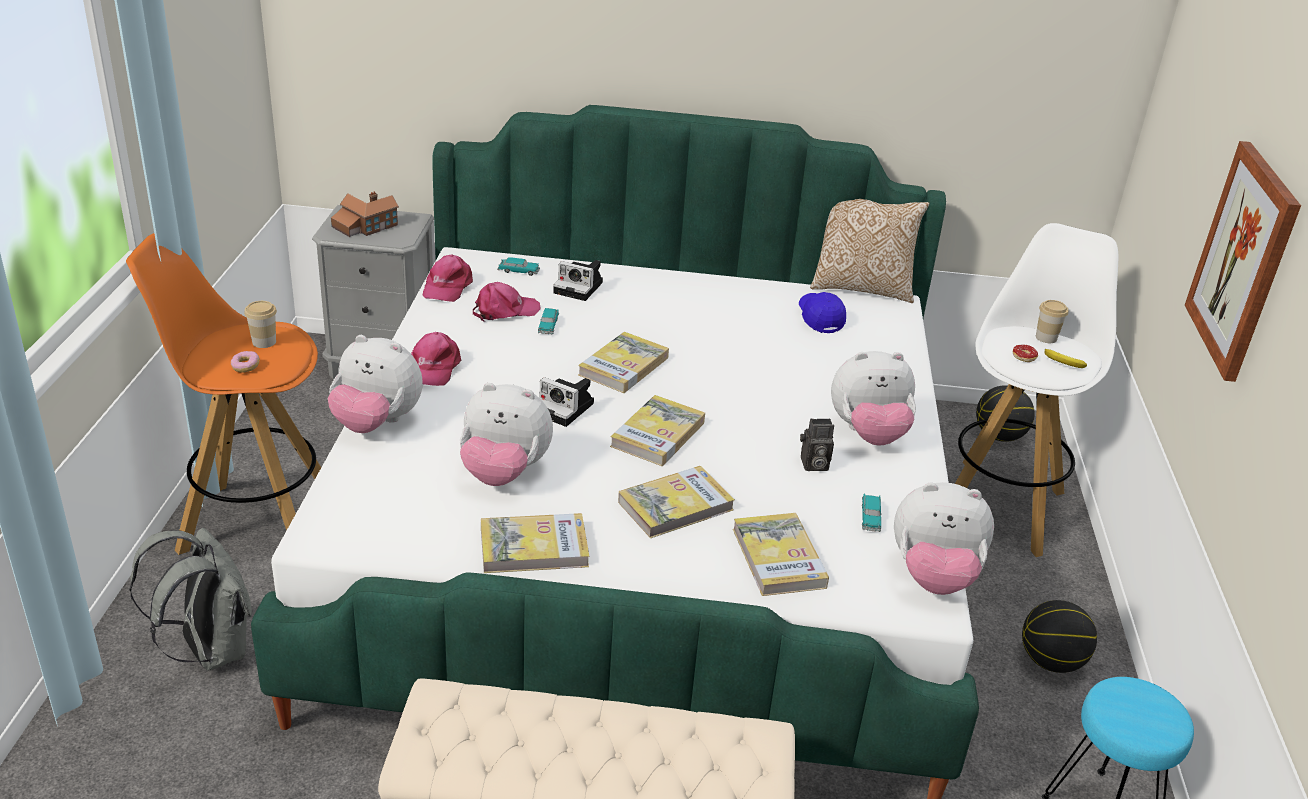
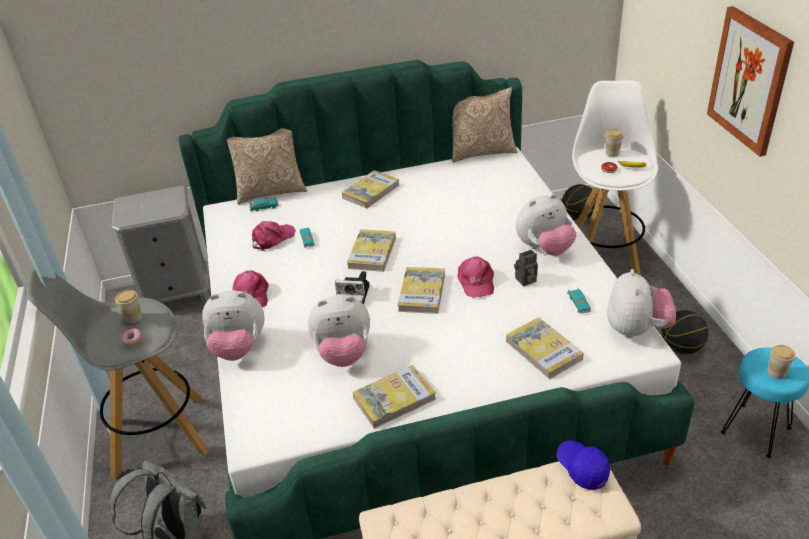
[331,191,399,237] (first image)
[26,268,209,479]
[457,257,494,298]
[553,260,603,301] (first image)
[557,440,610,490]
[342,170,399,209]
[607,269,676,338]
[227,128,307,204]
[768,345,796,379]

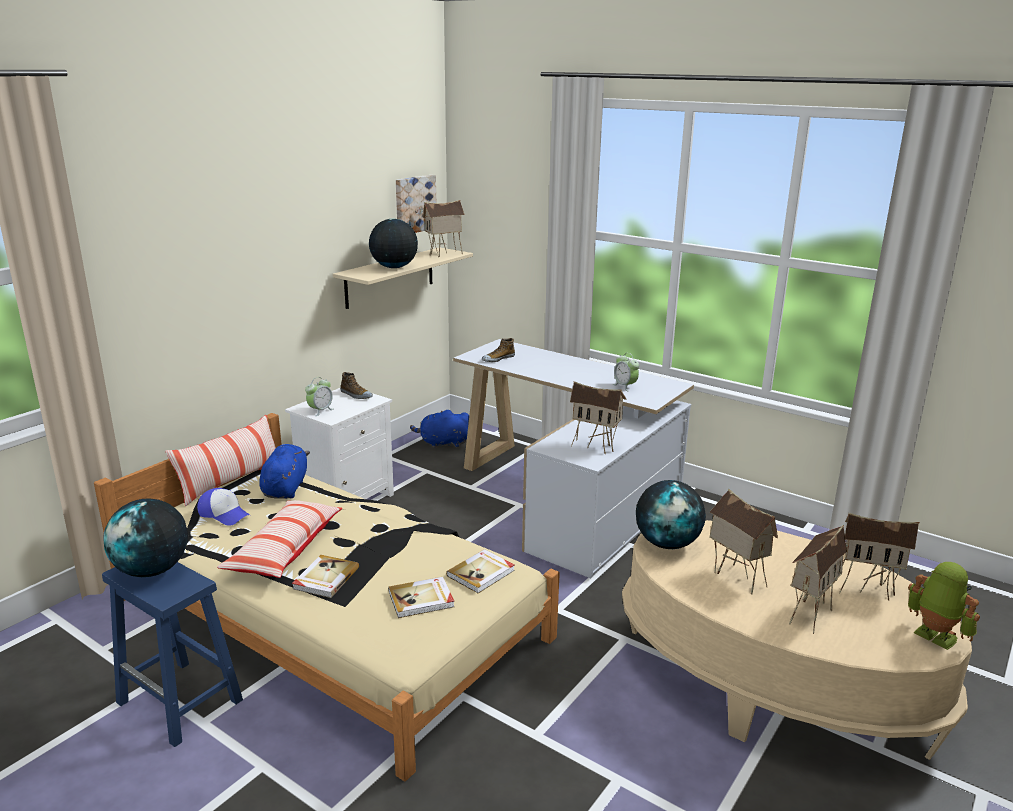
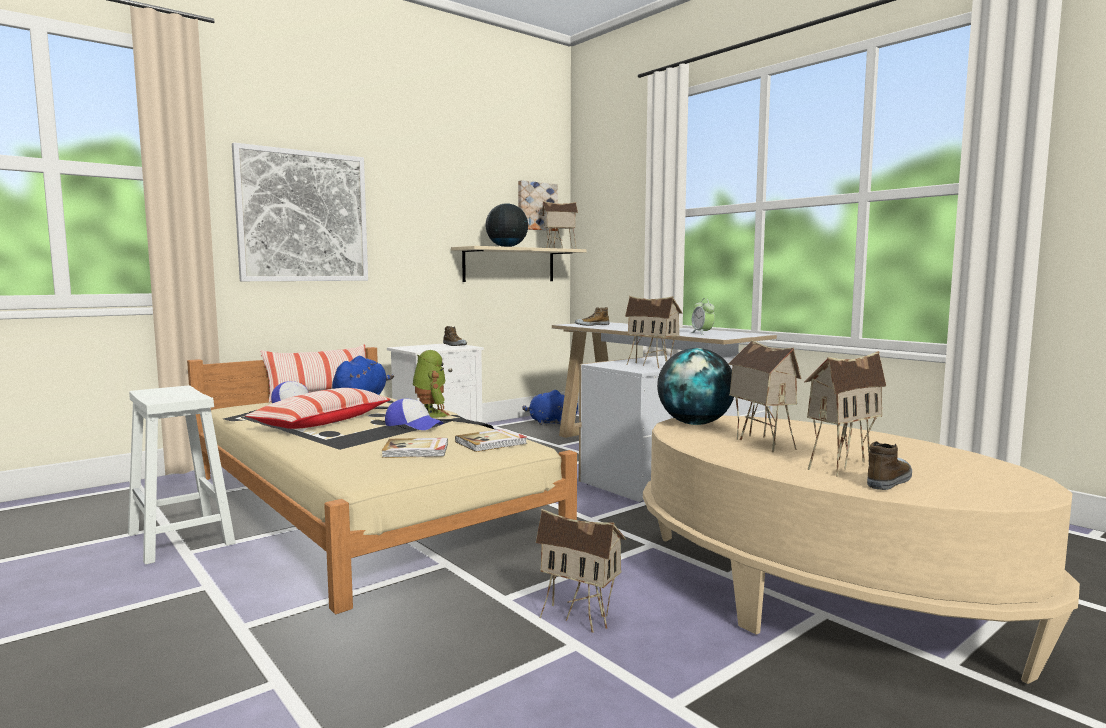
[305,377,333,416] (first image)
[103,498,188,577] (first image)
[536,509,626,633]
[292,555,359,598] (first image)
[128,386,235,565]
[413,350,450,418]
[232,143,368,281]
[385,399,443,430]
[867,441,912,490]

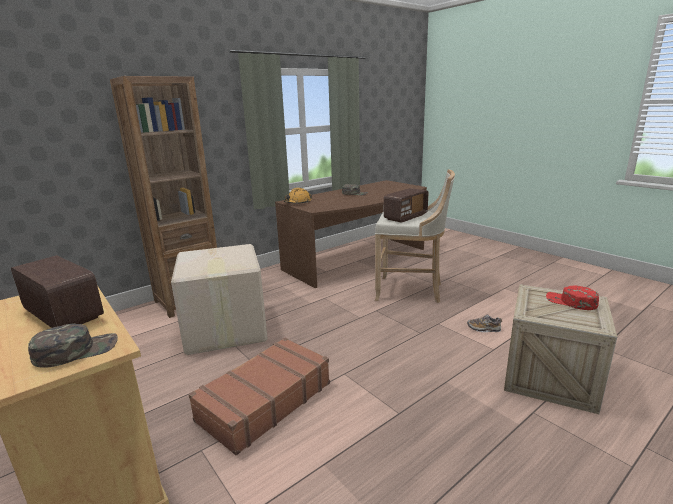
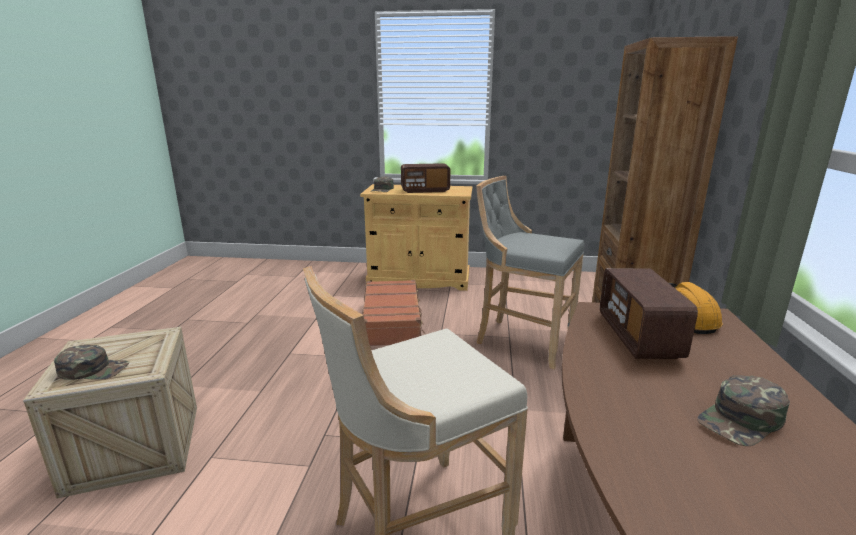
[600,268,698,359]
[476,176,584,369]
[54,345,129,380]
[467,314,502,332] (first image)

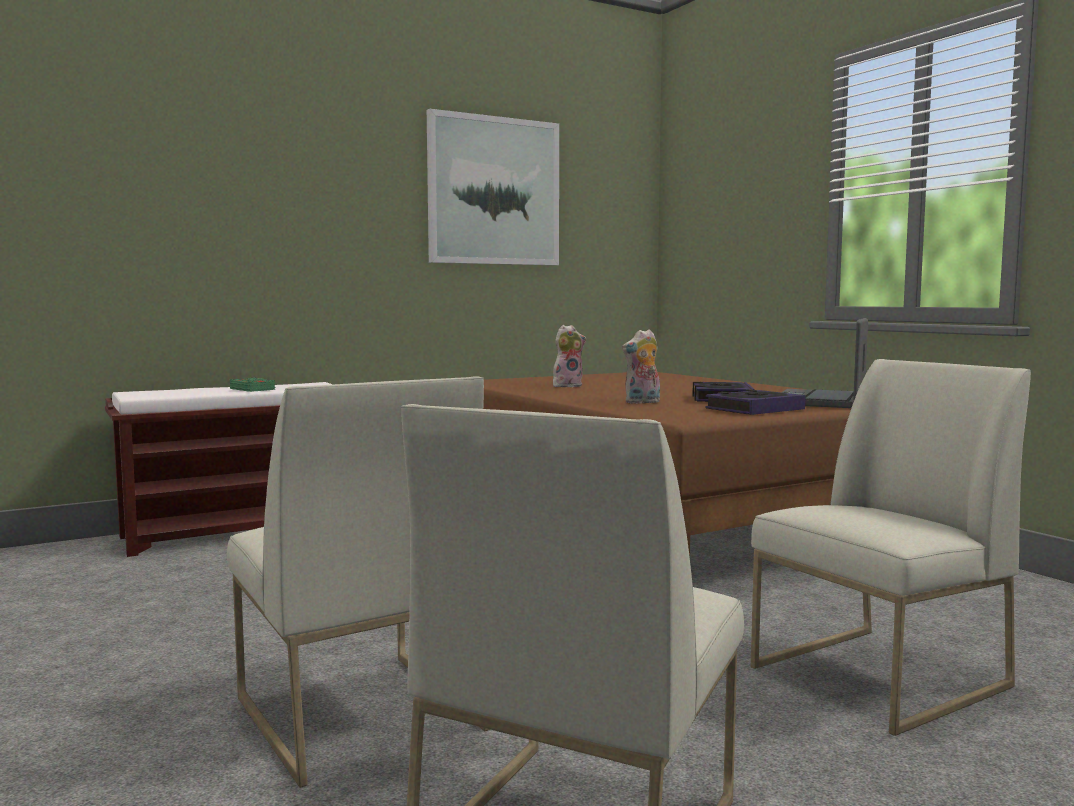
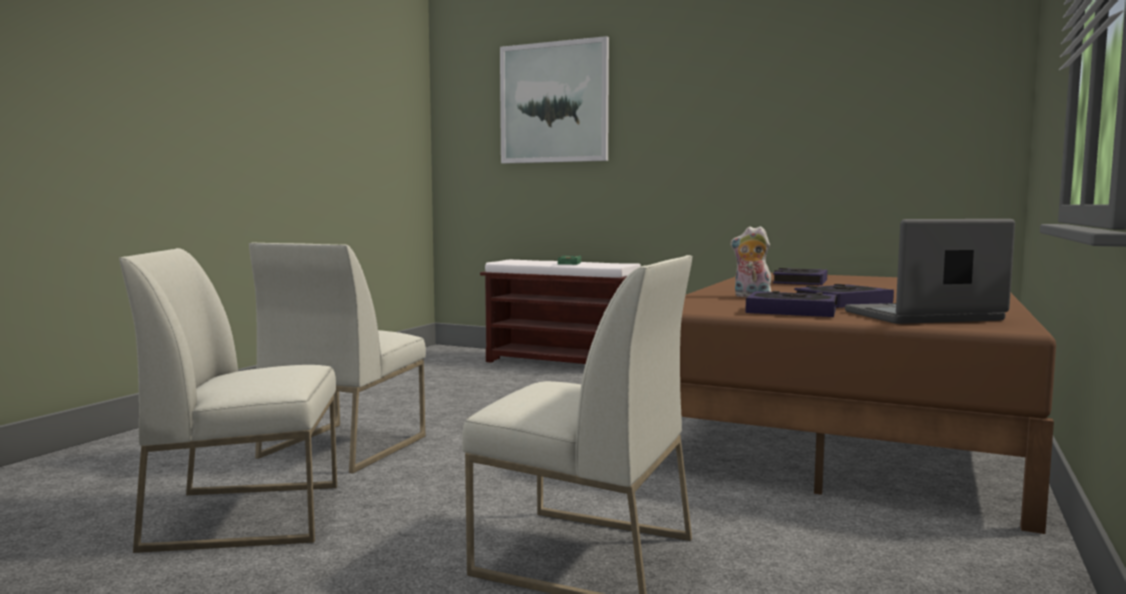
[500,36,609,164]
[773,268,828,285]

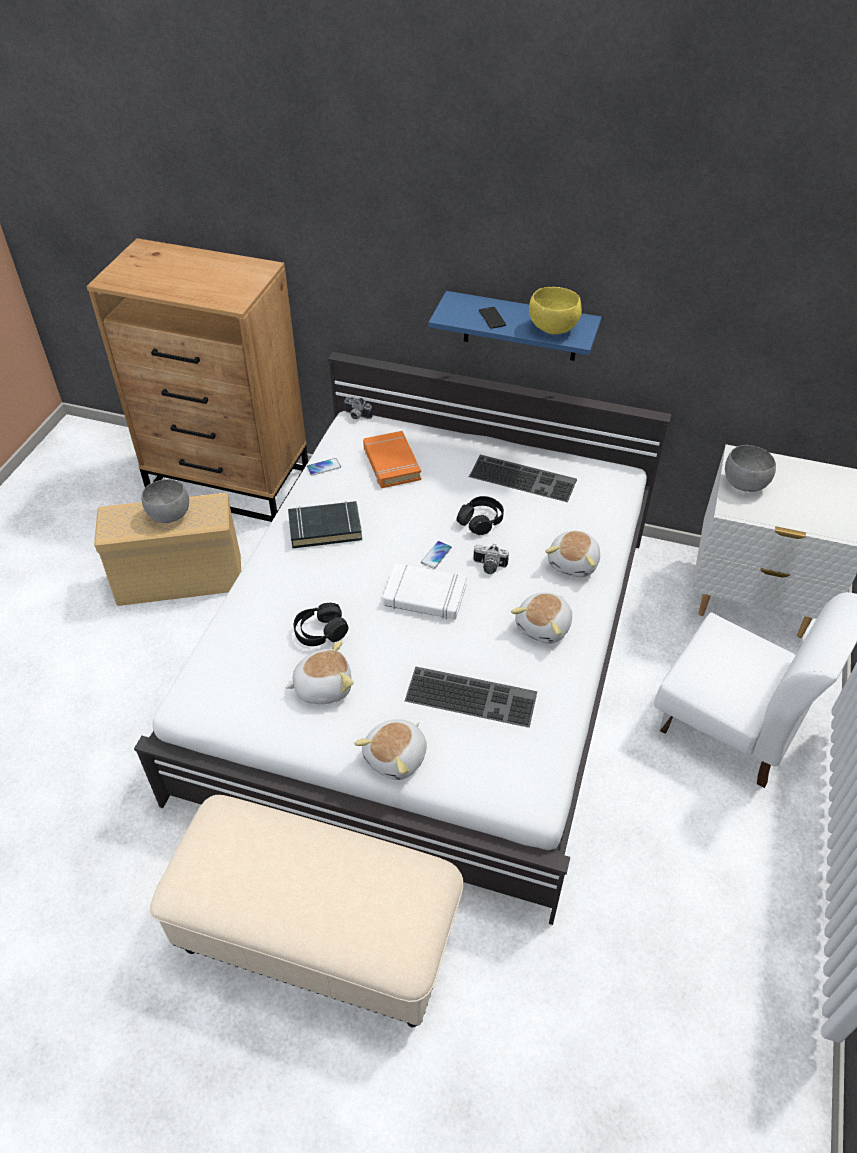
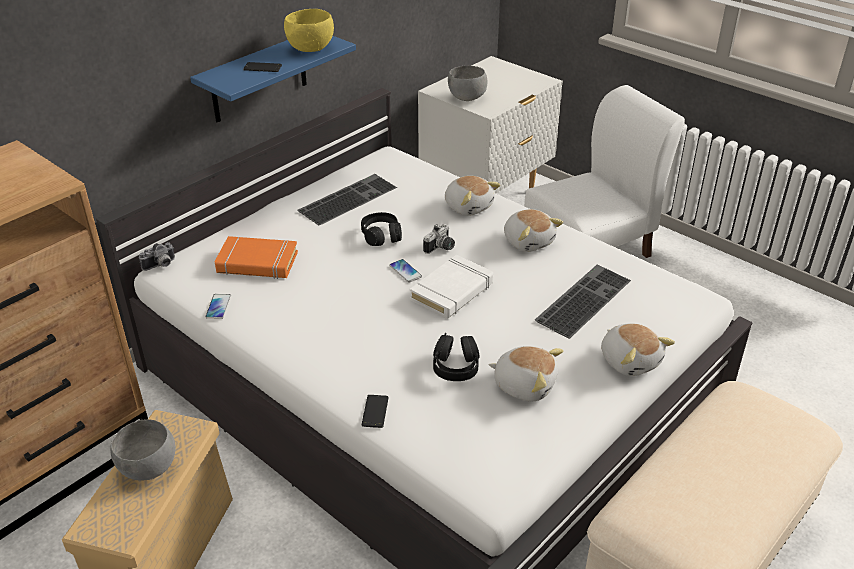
[288,501,362,549] (first image)
[489,346,563,401]
[362,395,389,428]

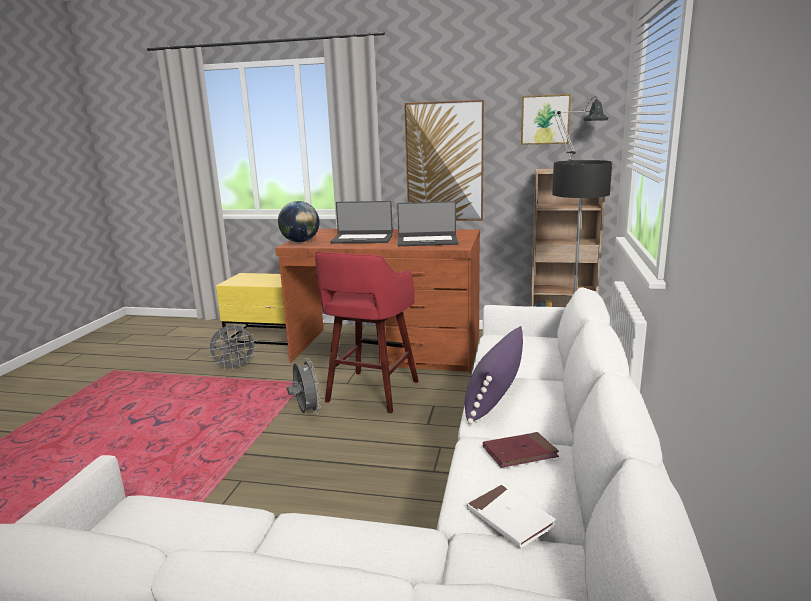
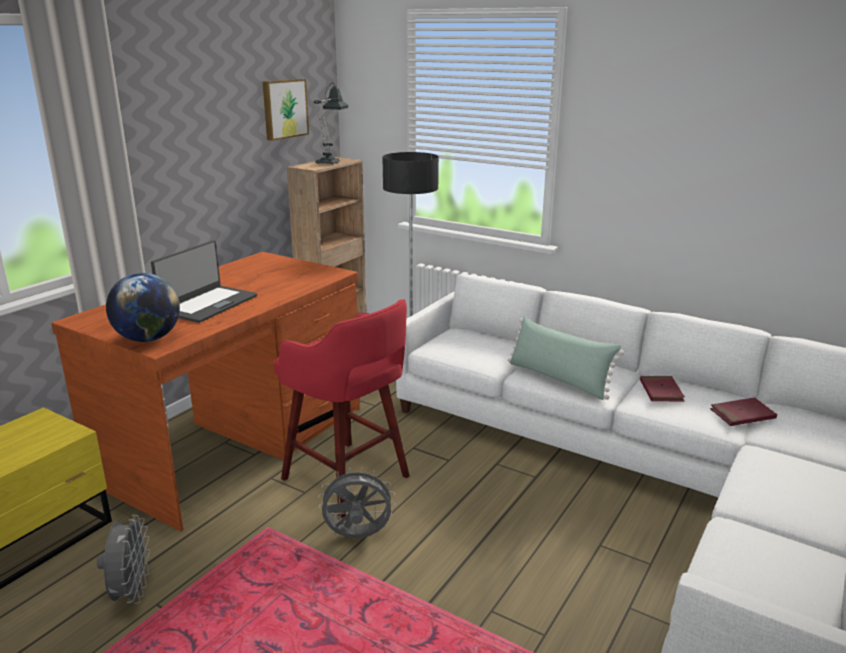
[404,100,484,221] (first image)
[397,201,459,246] (first image)
[508,316,624,400]
[710,397,777,426]

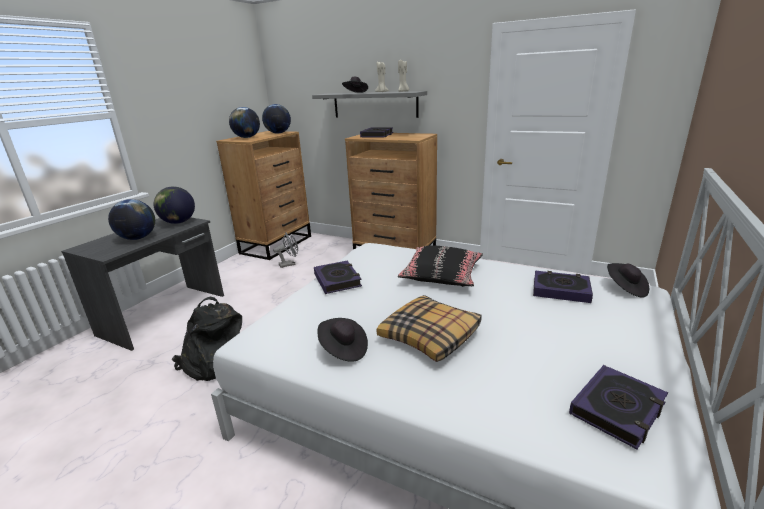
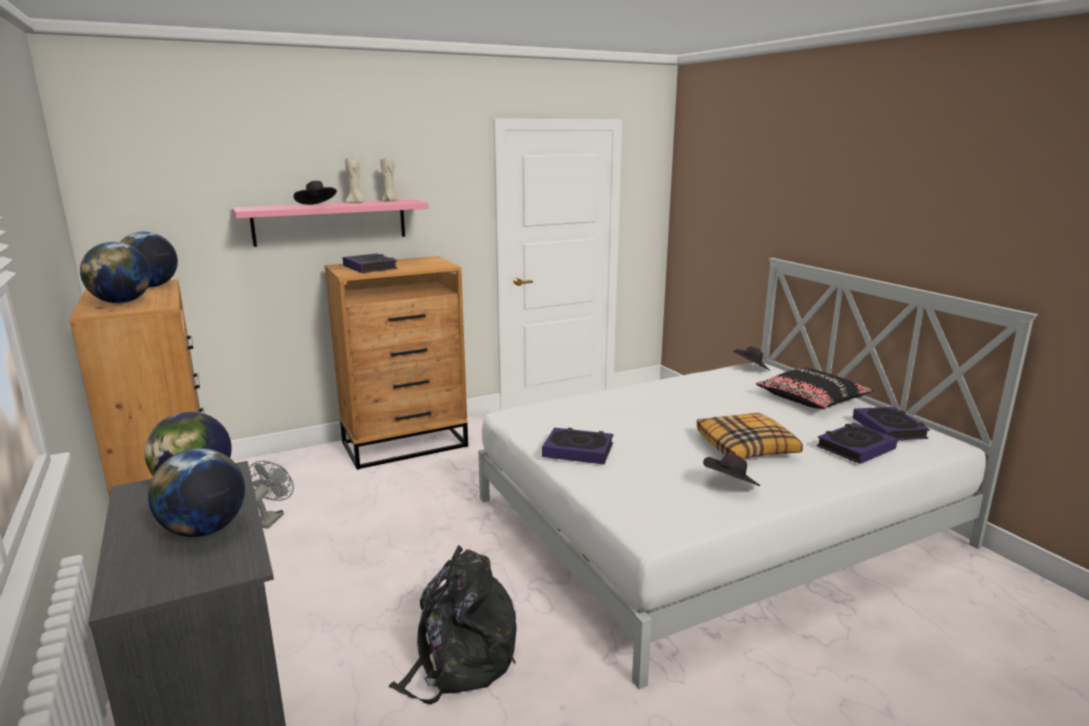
[232,199,429,247]
[756,368,873,409]
[816,423,898,464]

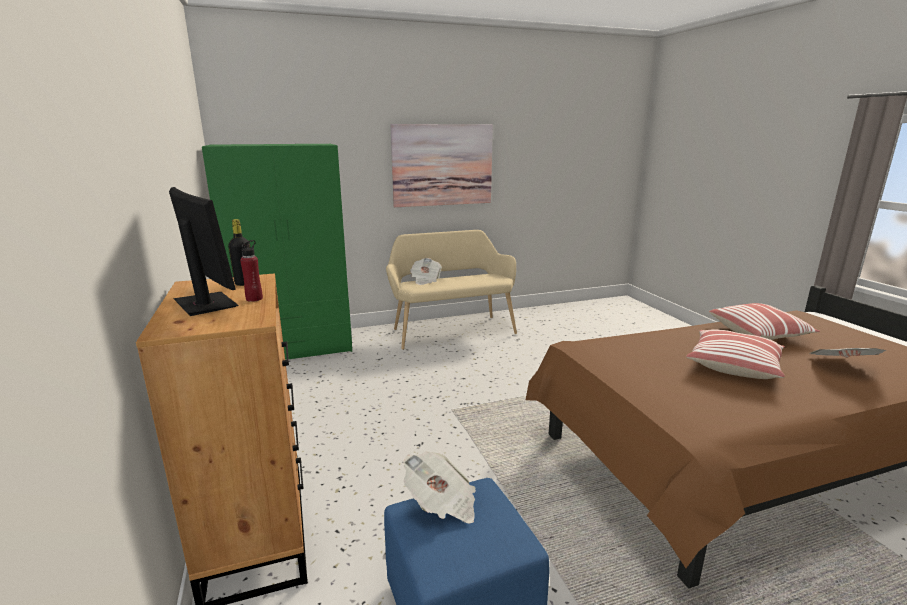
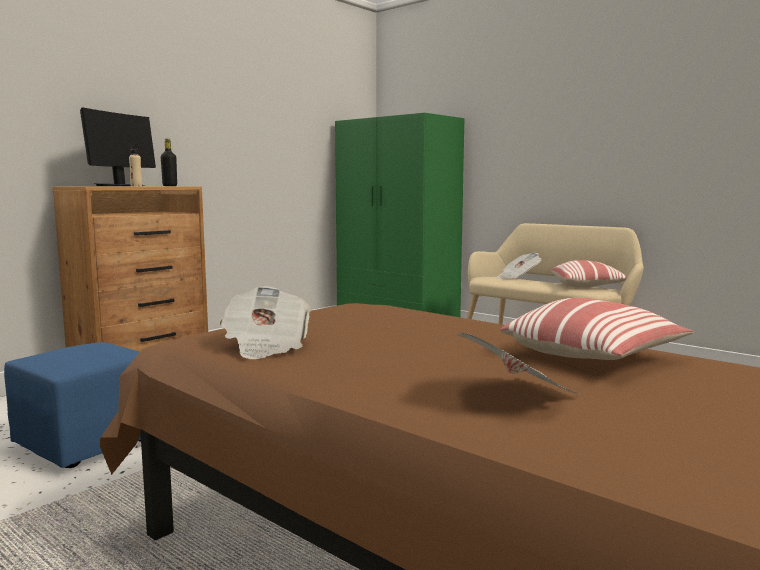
[390,124,493,207] (first image)
[129,144,142,186]
[550,260,627,287]
[220,286,311,359]

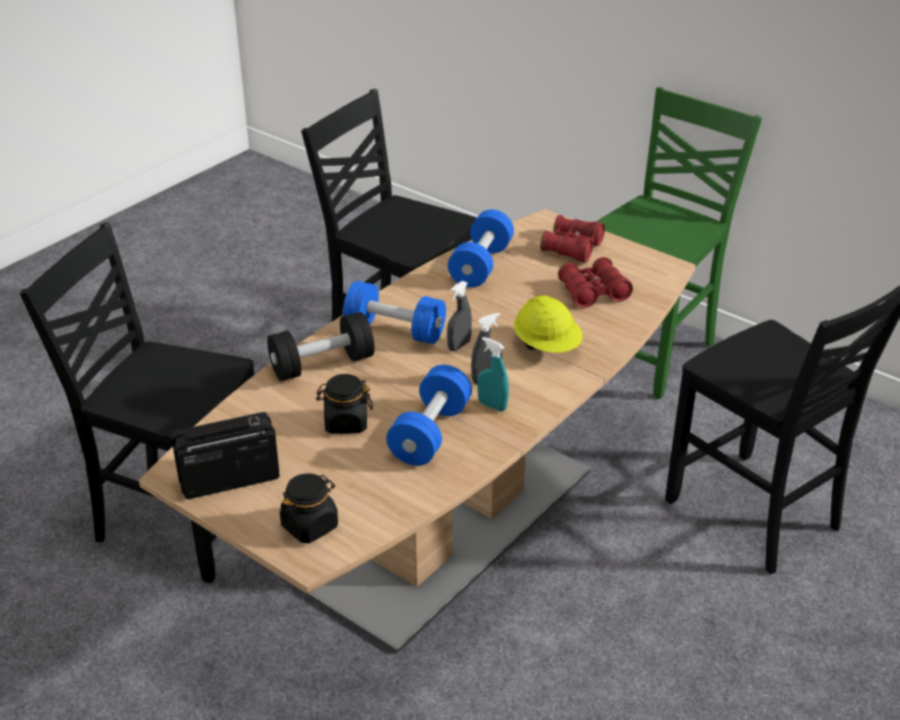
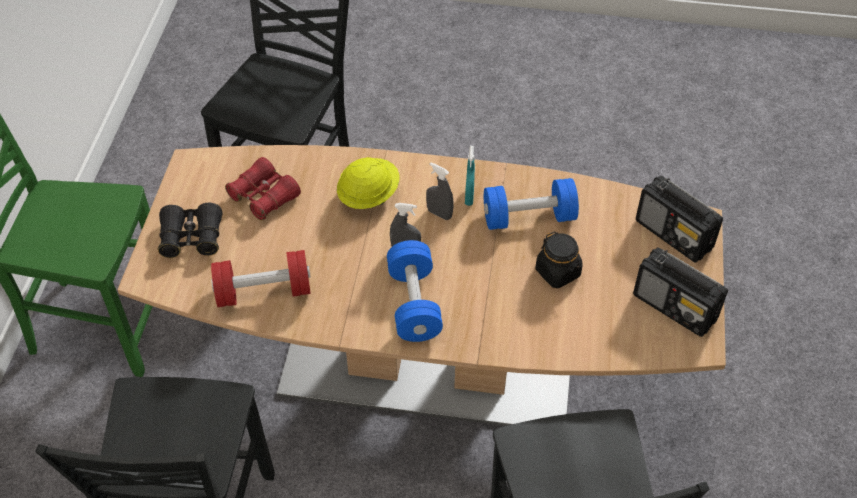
[211,250,311,307]
[158,203,223,258]
[267,312,374,381] (first image)
[636,176,723,263]

